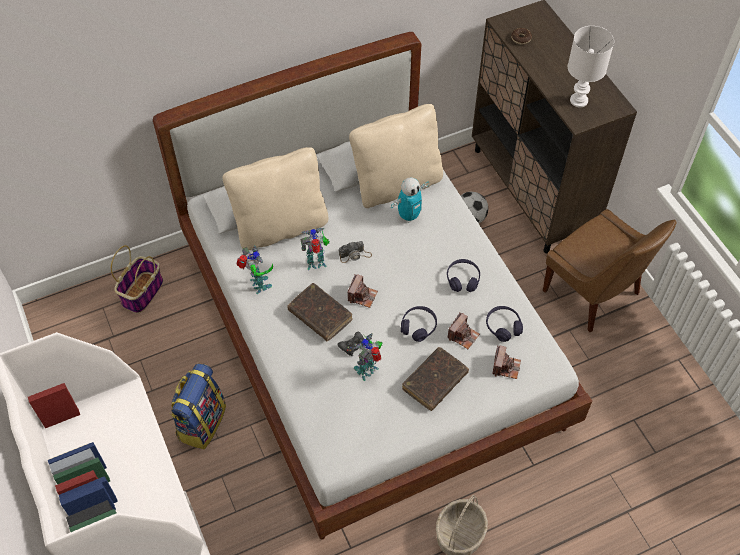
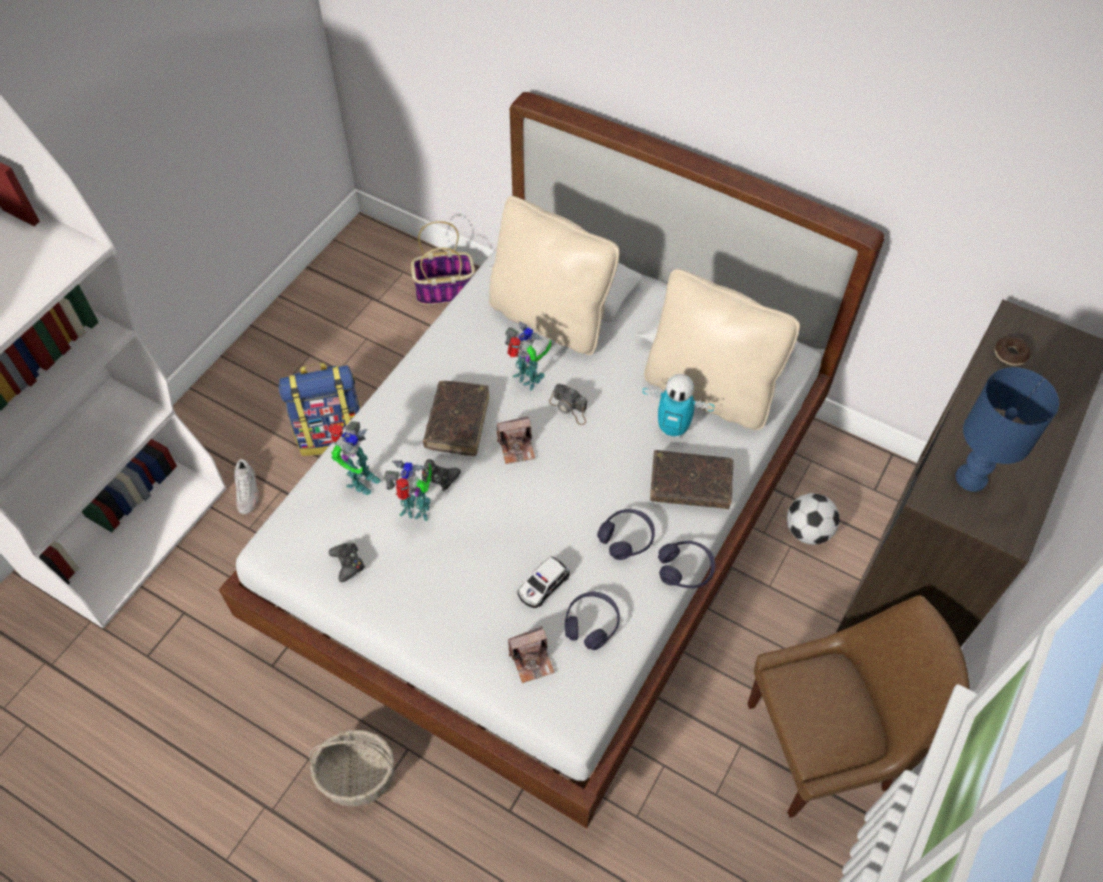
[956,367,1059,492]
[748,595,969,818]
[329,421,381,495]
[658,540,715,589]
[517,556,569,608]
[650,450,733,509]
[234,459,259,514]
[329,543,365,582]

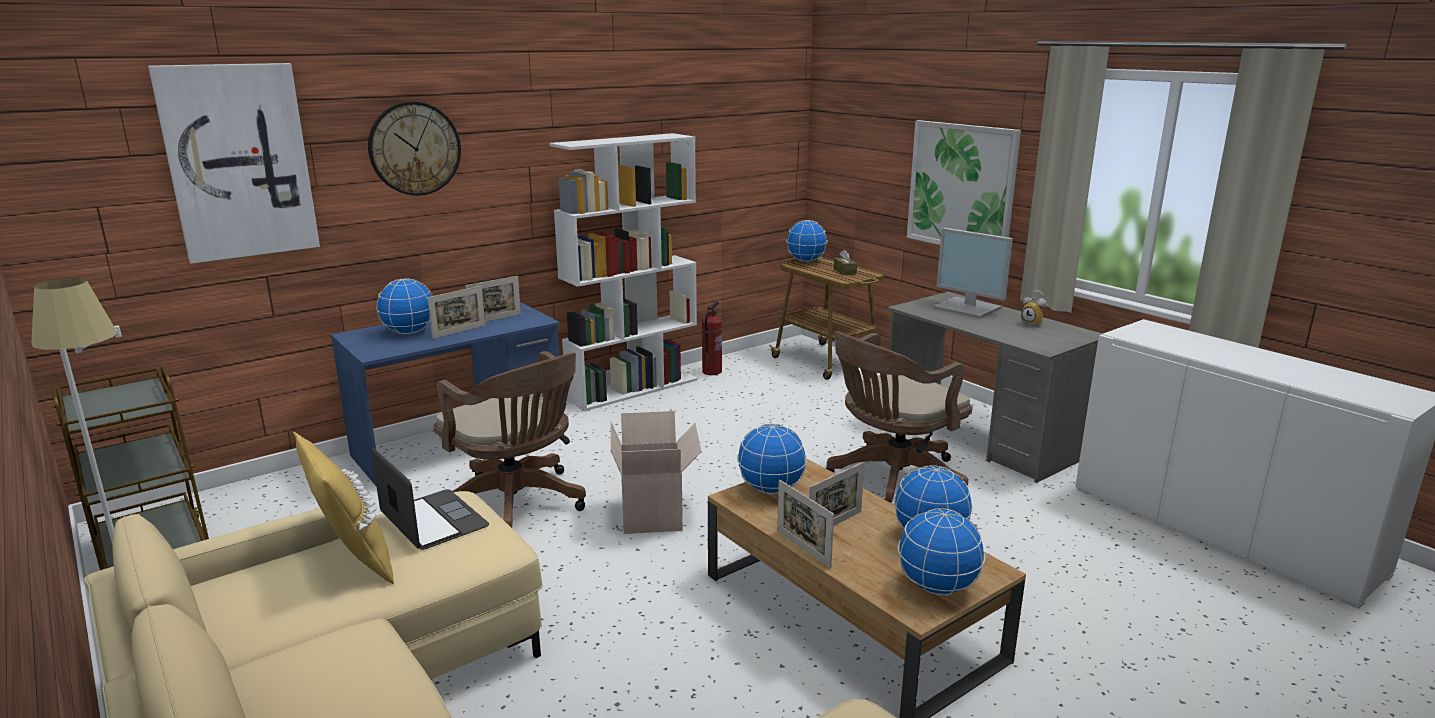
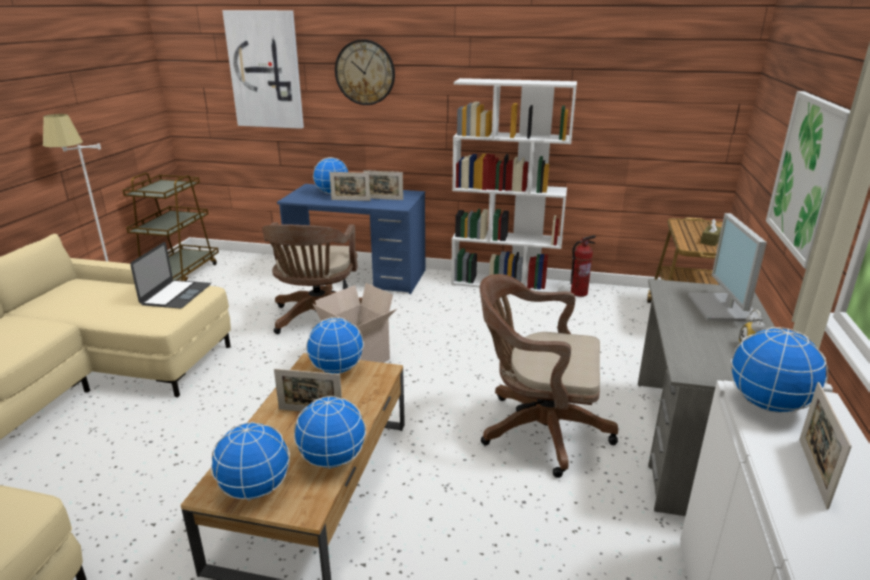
[731,327,828,413]
[293,432,394,584] (first image)
[799,382,852,509]

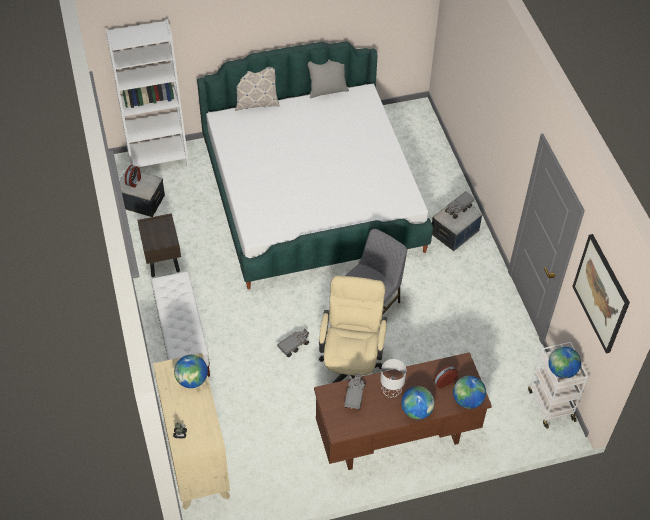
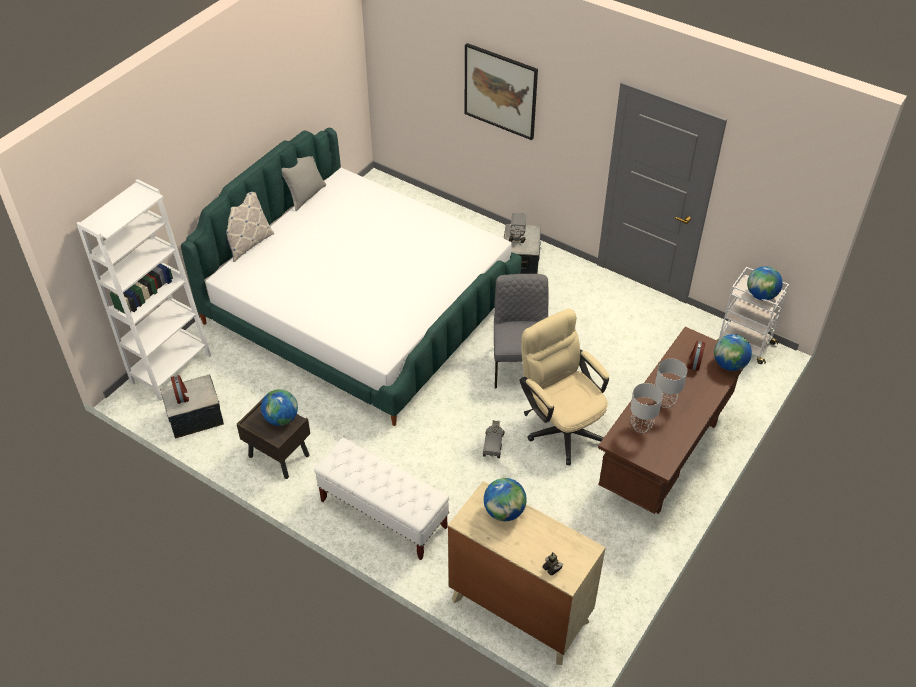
[465,43,538,140]
[630,383,663,433]
[261,389,298,426]

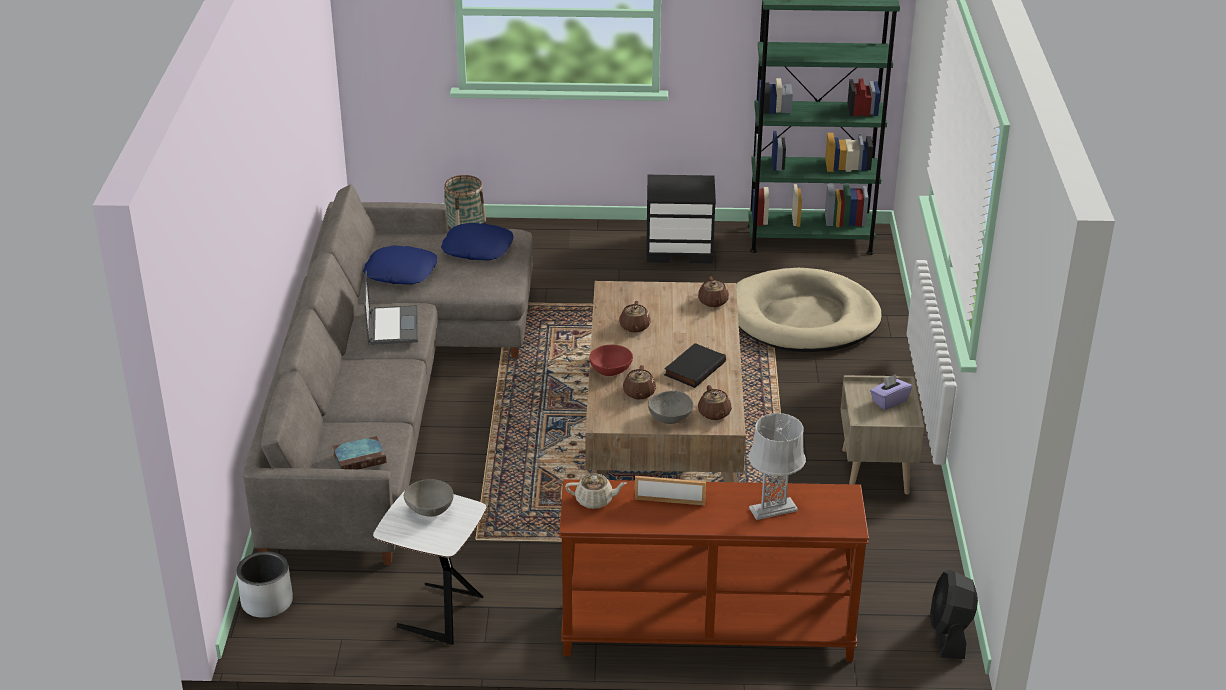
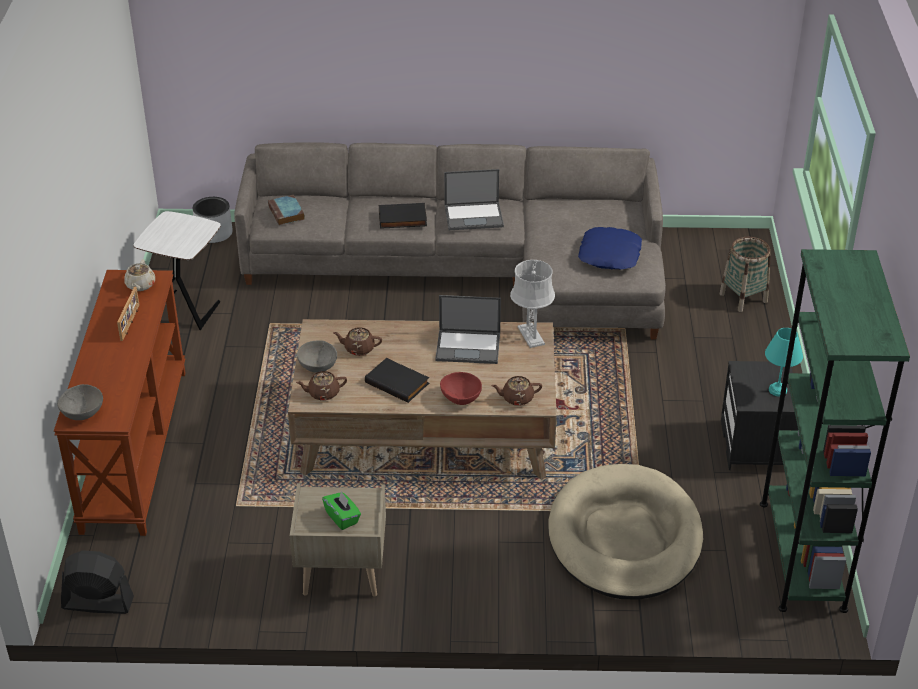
[363,245,437,285] (first image)
[435,295,501,364]
[440,372,482,405]
[322,491,361,530]
[510,260,555,348]
[57,384,103,420]
[379,203,427,229]
[765,328,803,396]

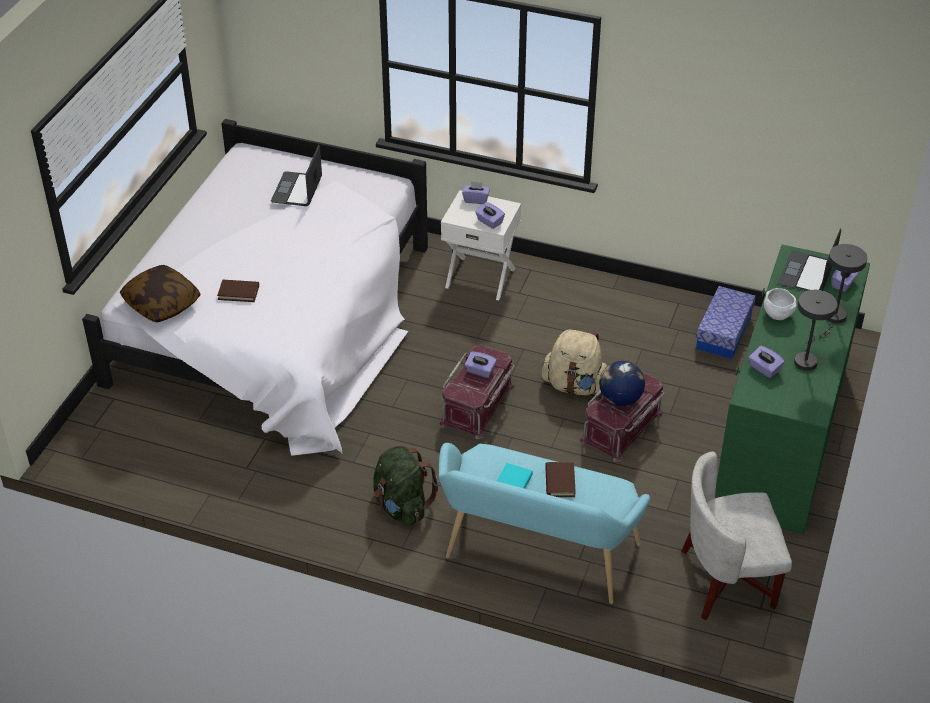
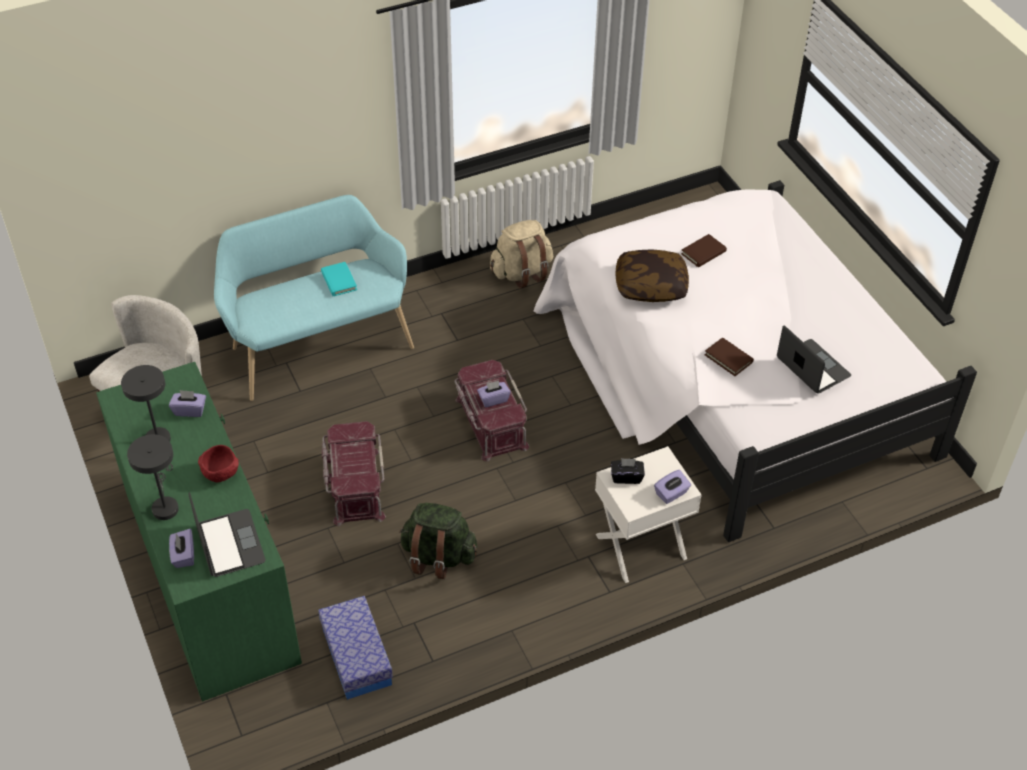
[611,458,645,484]
[615,249,689,302]
[198,445,239,482]
[490,220,553,289]
[599,361,645,406] (first image)
[399,503,477,579]
[704,337,754,376]

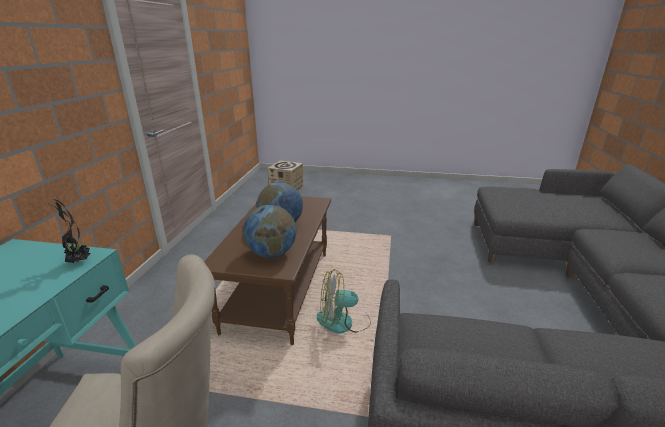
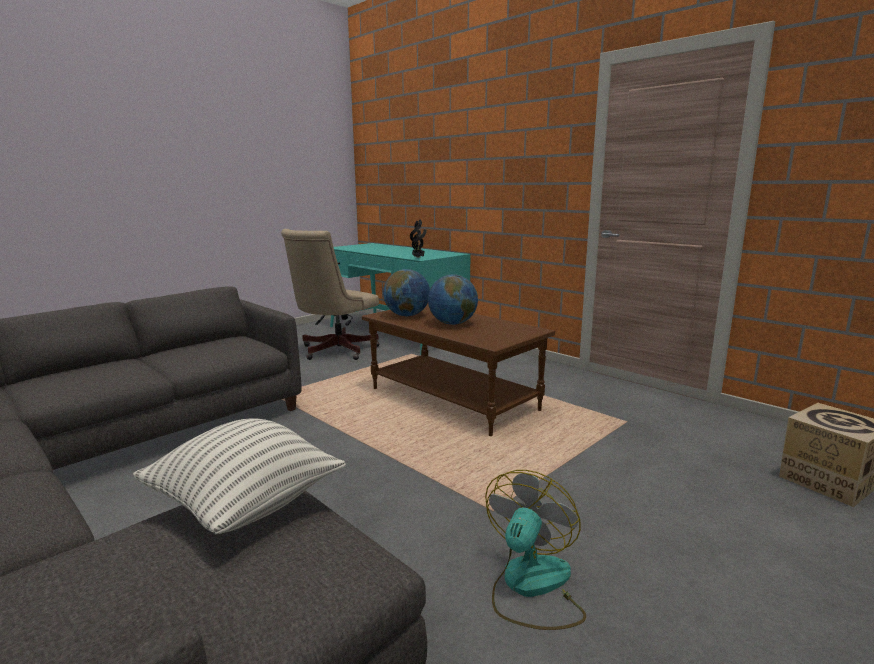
[485,470,586,630]
[133,418,346,534]

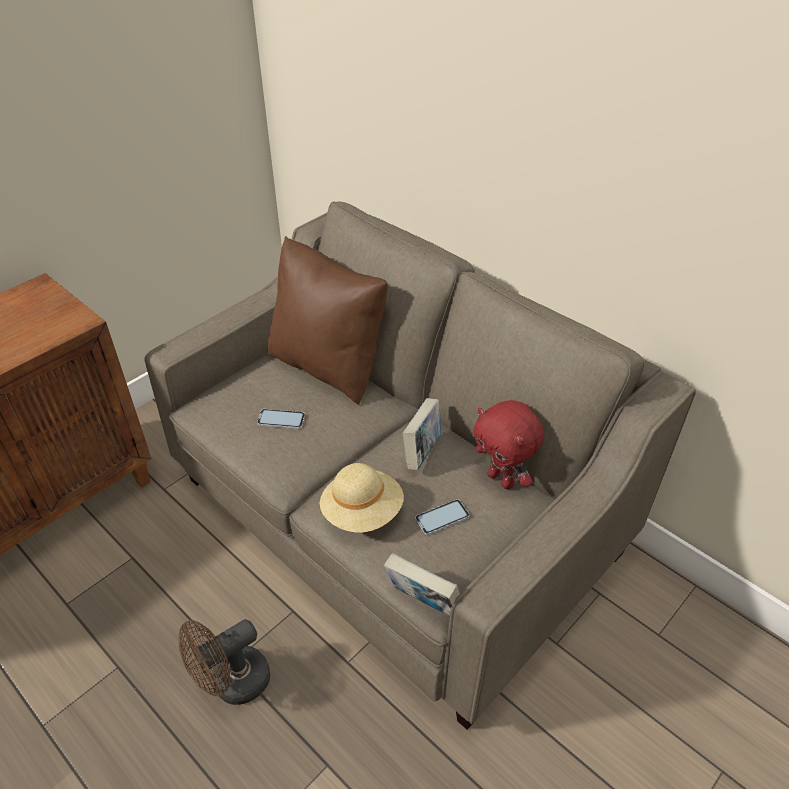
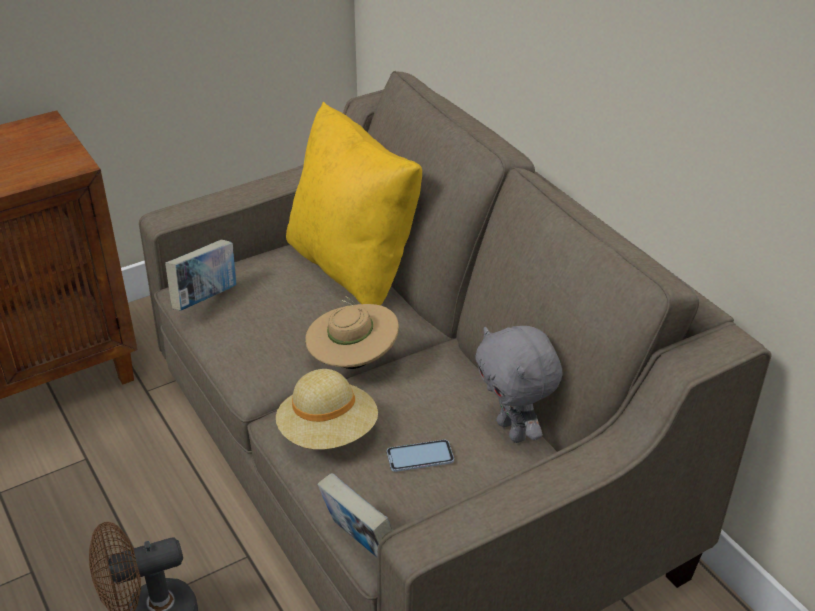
[286,102,422,305]
[165,240,236,311]
[475,326,562,443]
[257,409,305,429] (first image)
[305,296,399,369]

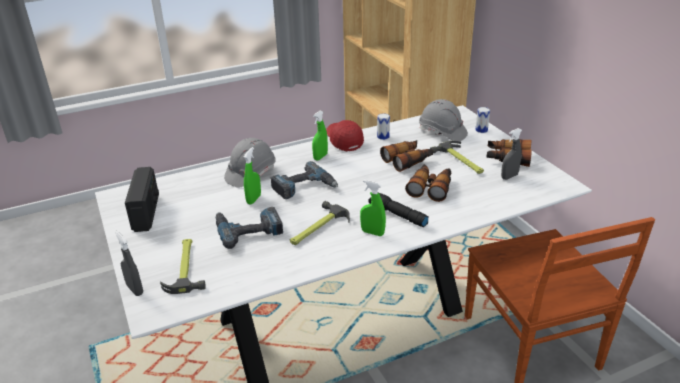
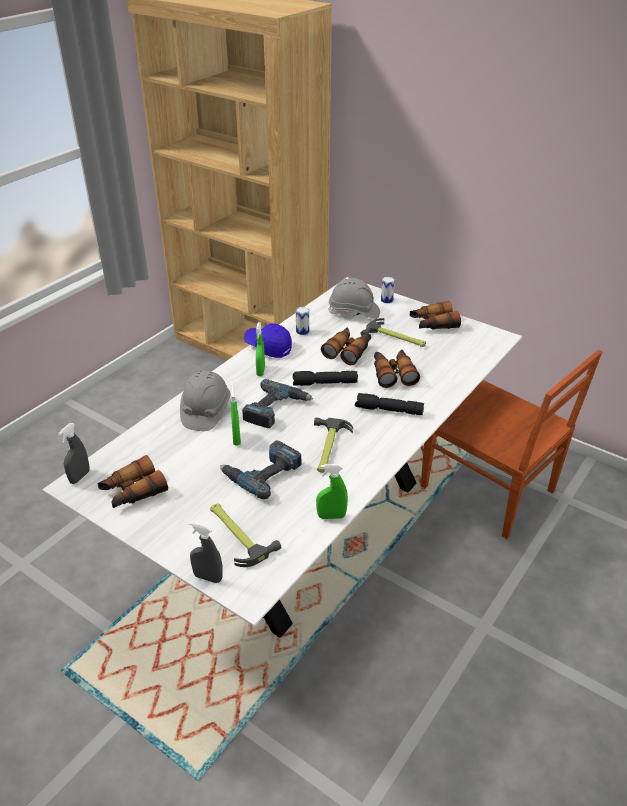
[244,323,292,358]
[58,423,89,484]
[97,455,168,508]
[316,464,348,519]
[293,371,358,386]

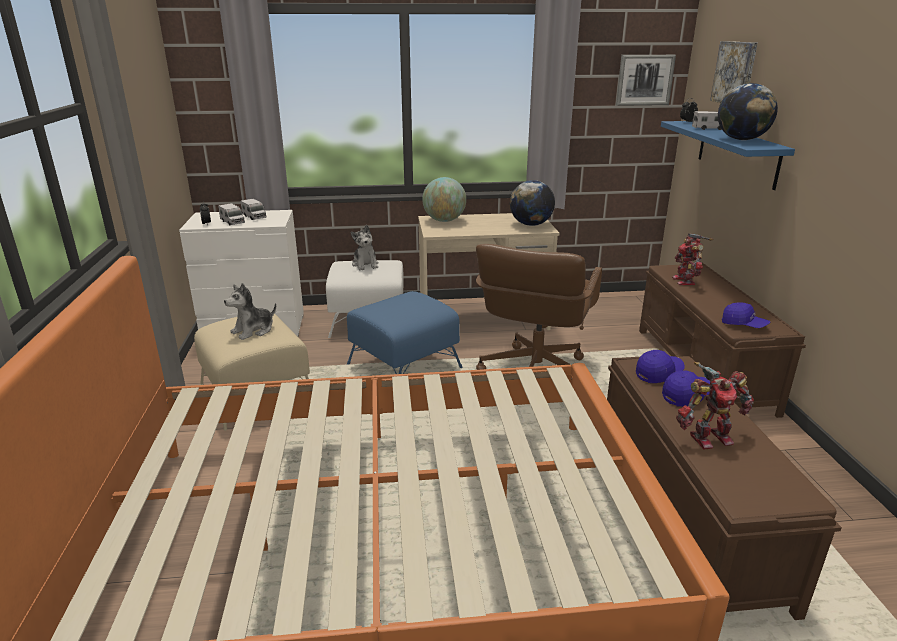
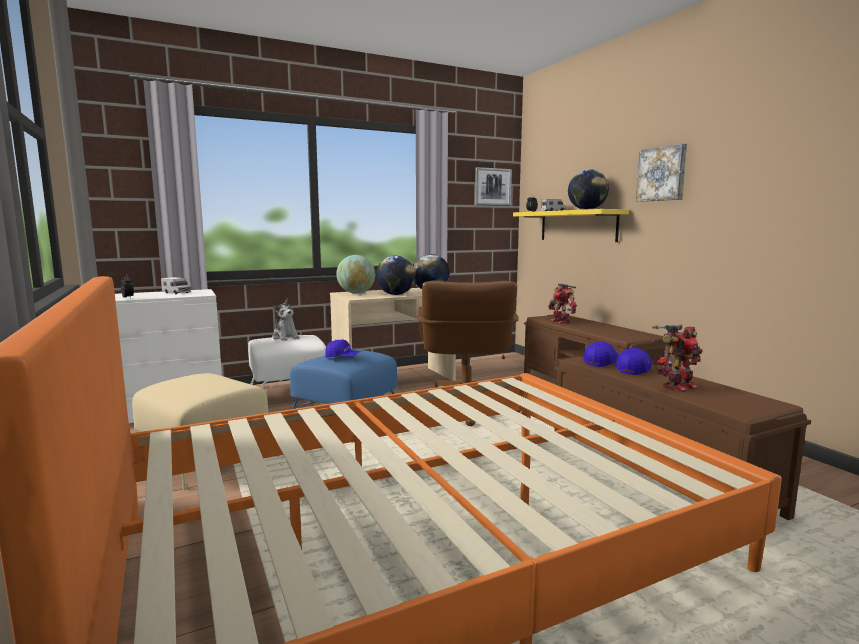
[636,143,687,202]
[513,209,629,242]
[218,203,245,225] (first image)
[224,283,276,340] (first image)
[325,340,361,358]
[376,256,415,295]

